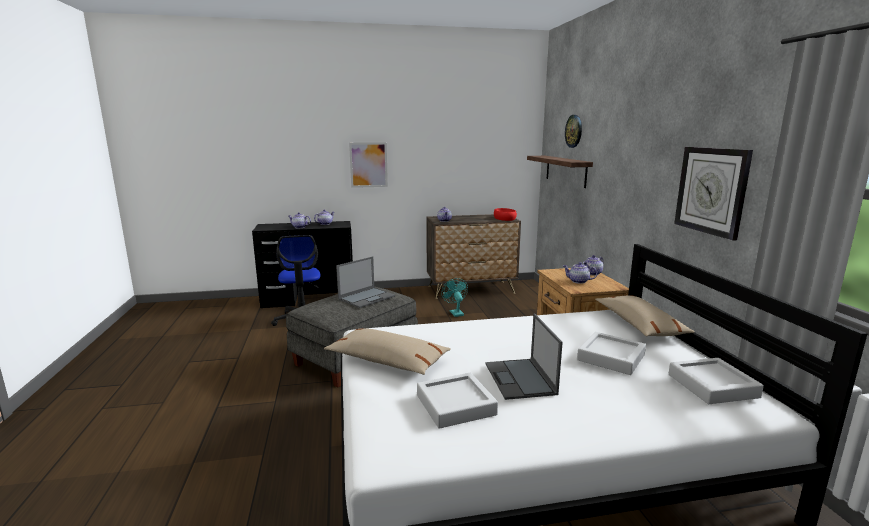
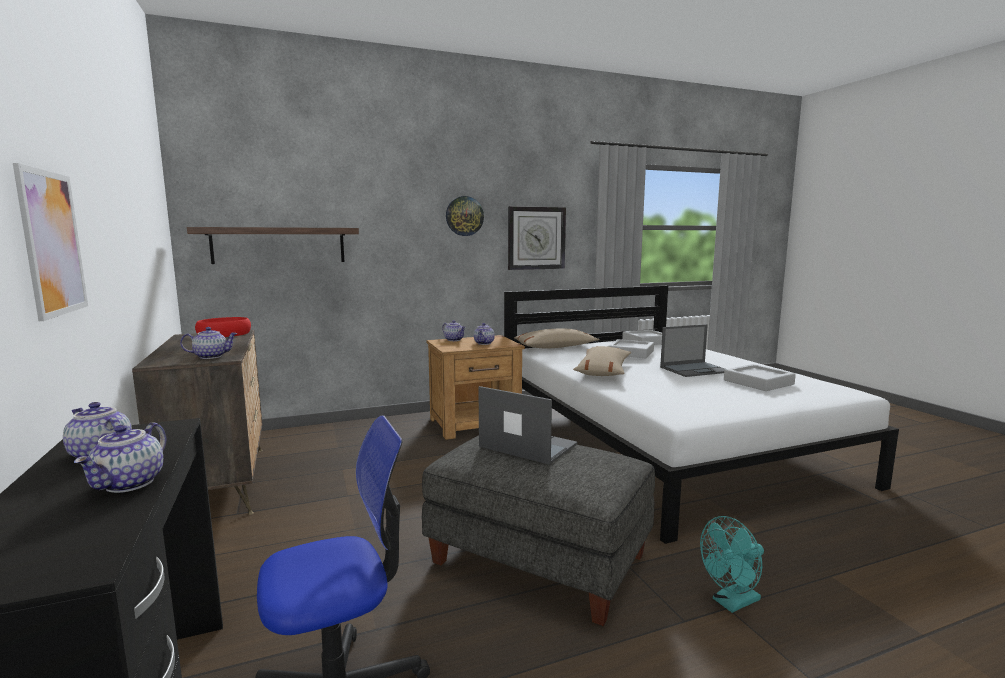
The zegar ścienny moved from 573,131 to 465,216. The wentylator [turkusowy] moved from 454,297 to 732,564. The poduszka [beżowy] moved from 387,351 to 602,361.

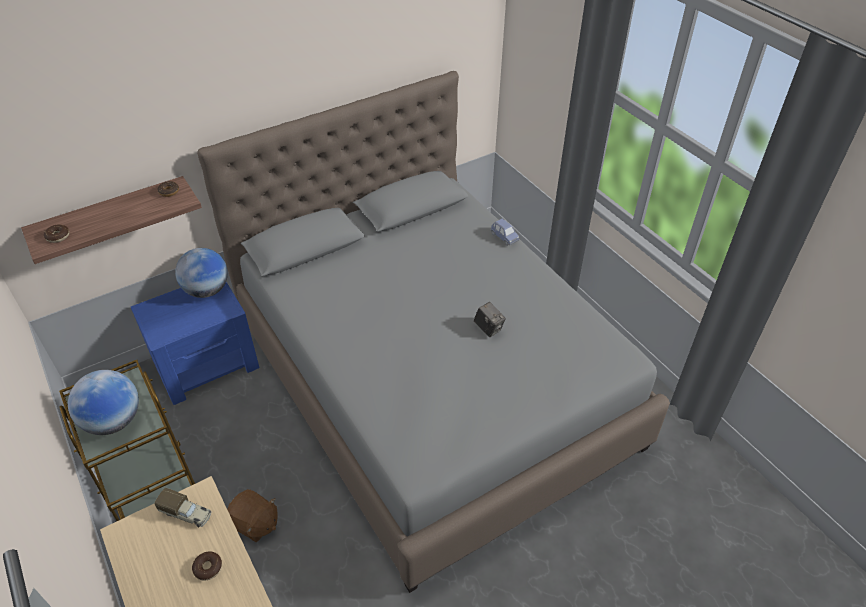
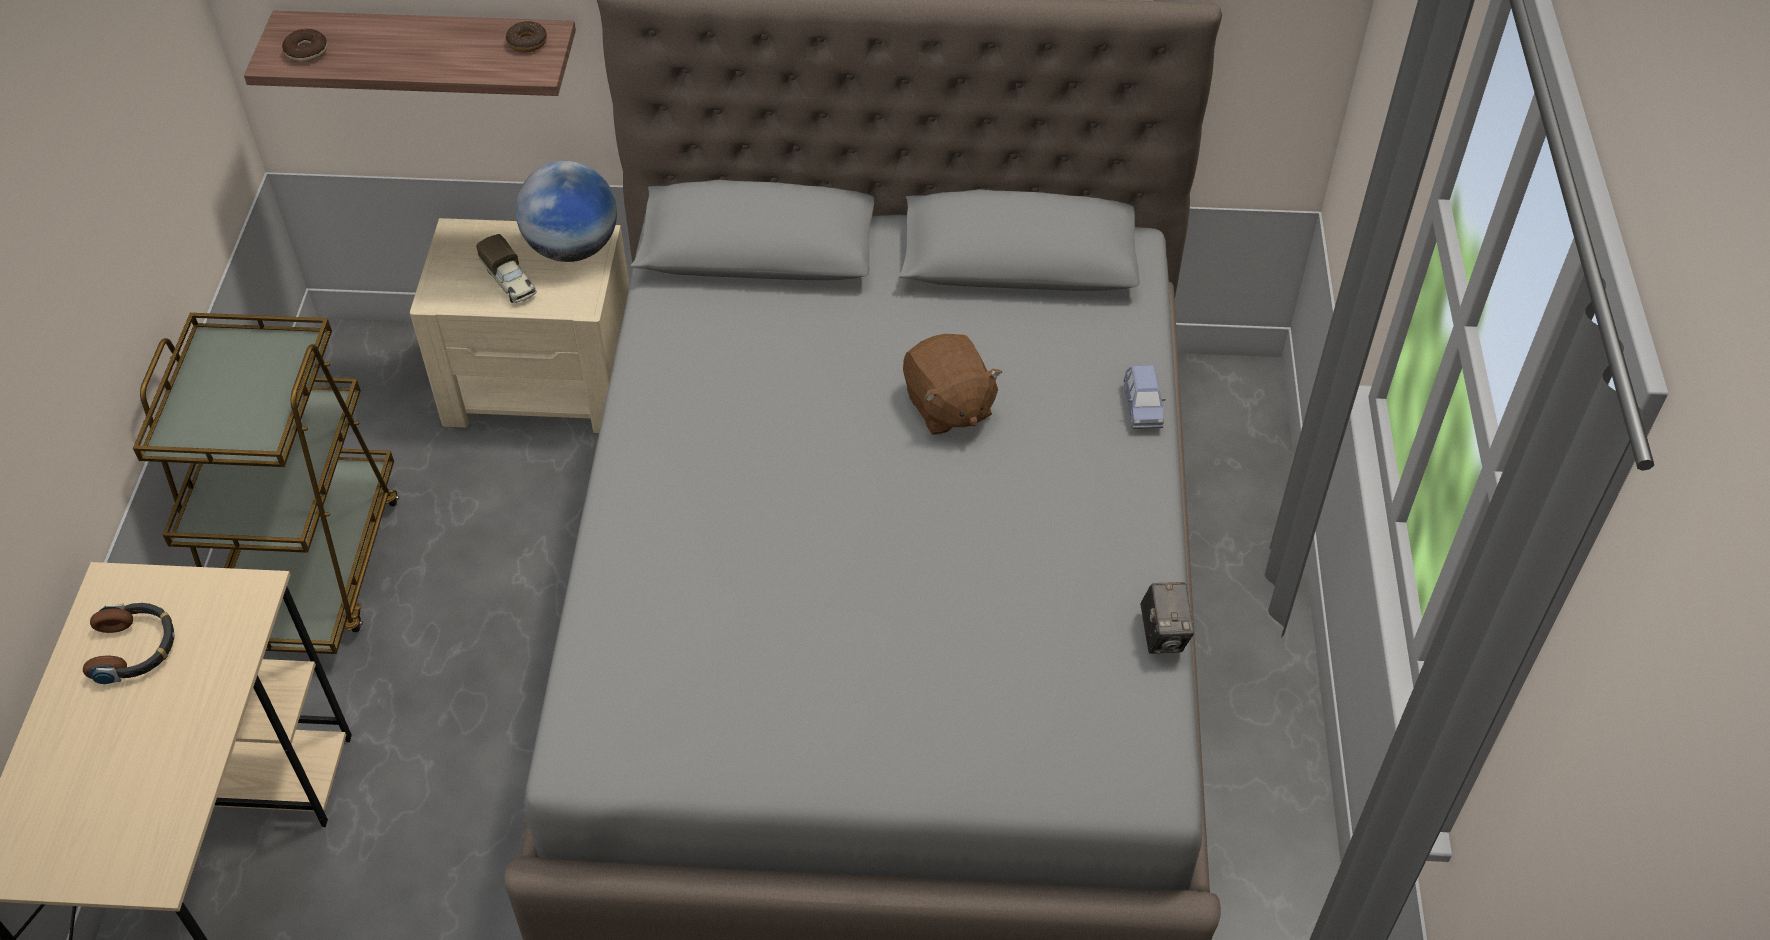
The szafka nocna [niebieski] at 195,343 became the szafka nocna [beżowy] at 520,325. The aparat fotograficzny moved from 490,319 to 1167,618. The globus at 103,402 disappeared. The ciężarówka zabawkowa moved from 183,507 to 506,268. The pluszak [brązowy] moved from 252,515 to 952,384. The donut at 207,566 disappeared. The słuchawki at 129,643 appeared.

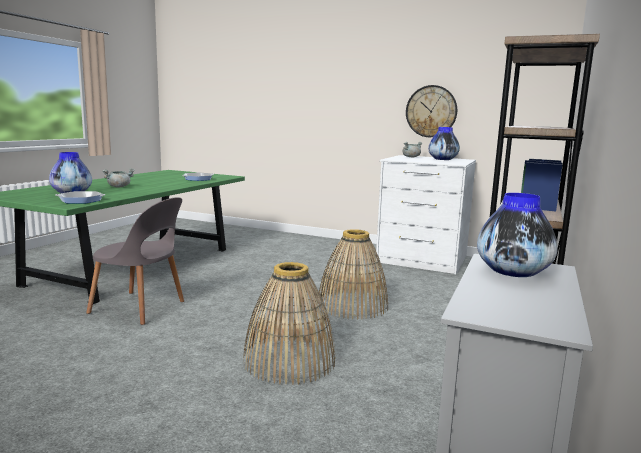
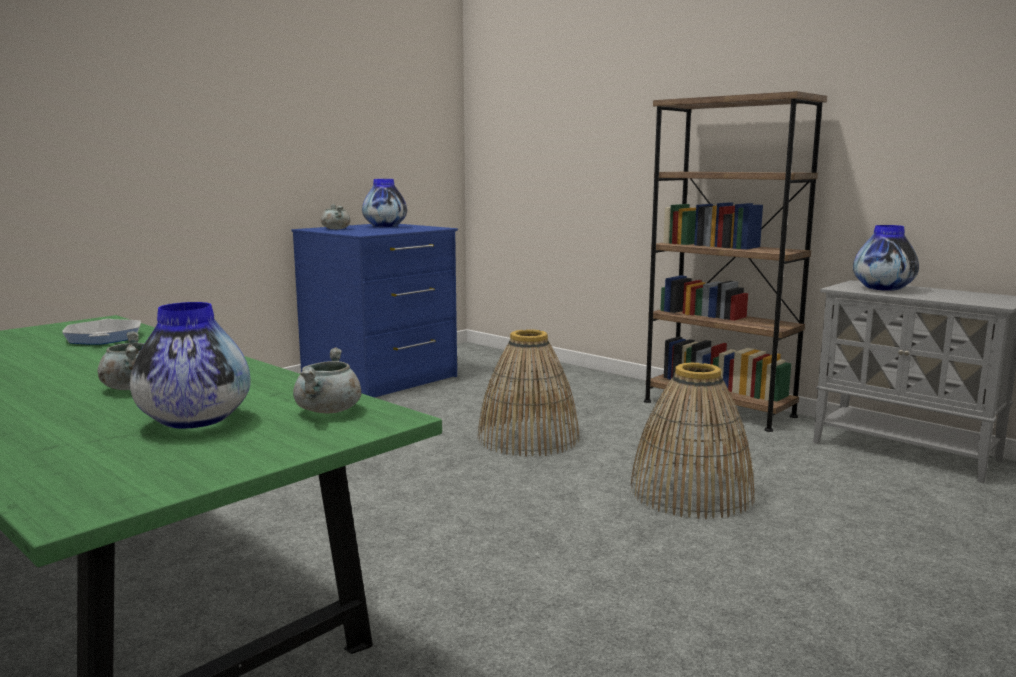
The zegar ścienny at 431,111 disappeared. The komoda [biały] at 426,215 became the komoda [niebieski] at 375,311. The patelnia at 80,197 was replaced by the garnek [szary] at 327,380. The krzesło [szary] at 135,261 disappeared.

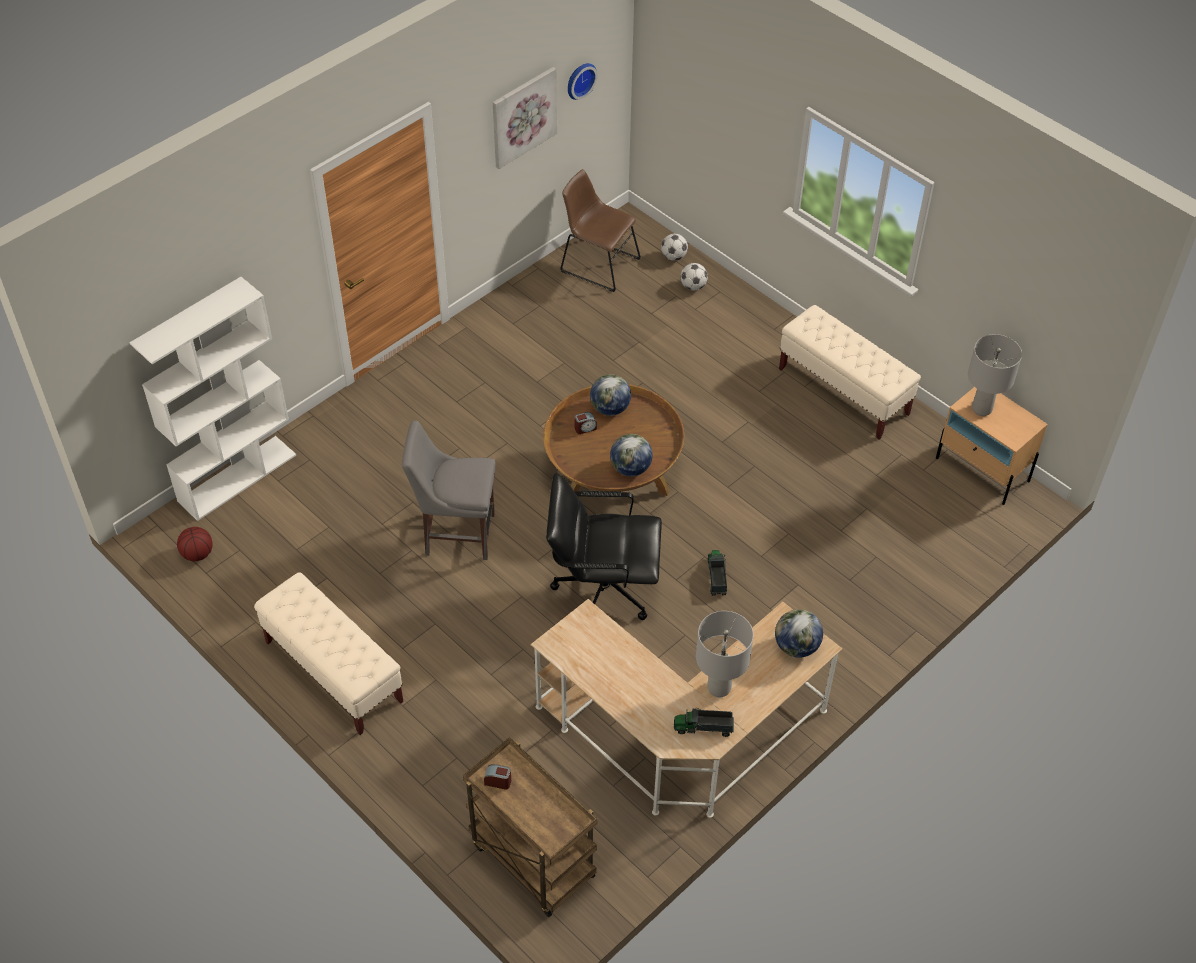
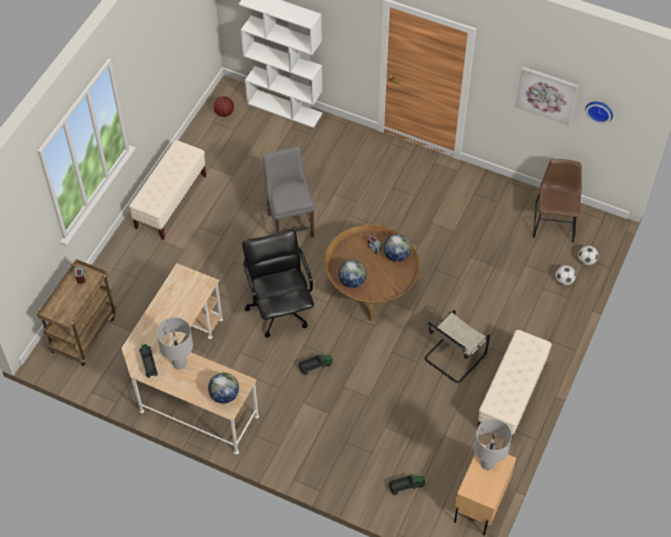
The krzesło [beżowy] at 457,346 appeared. The ciężarówka zabawkowa at 406,484 appeared.

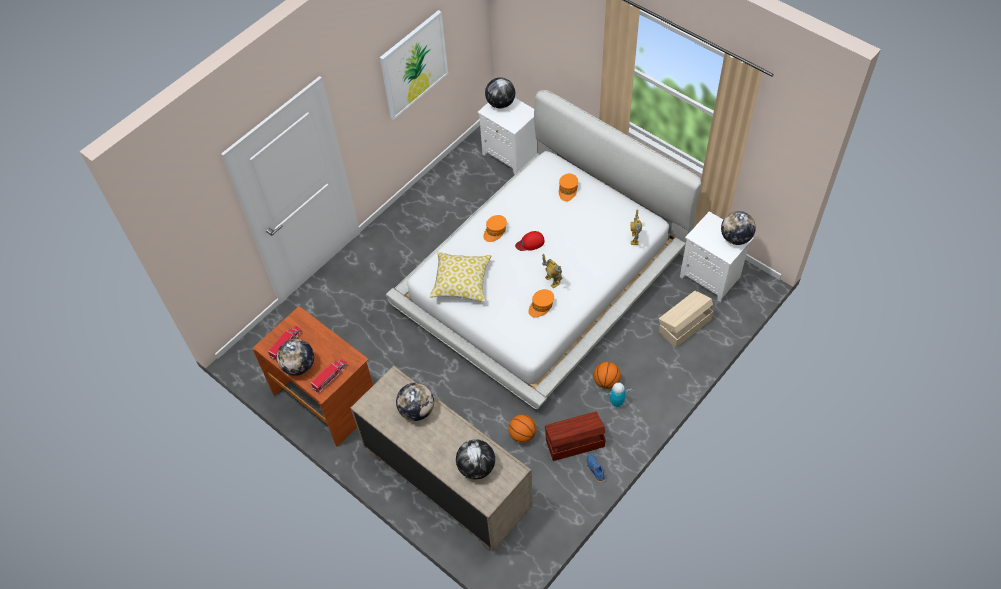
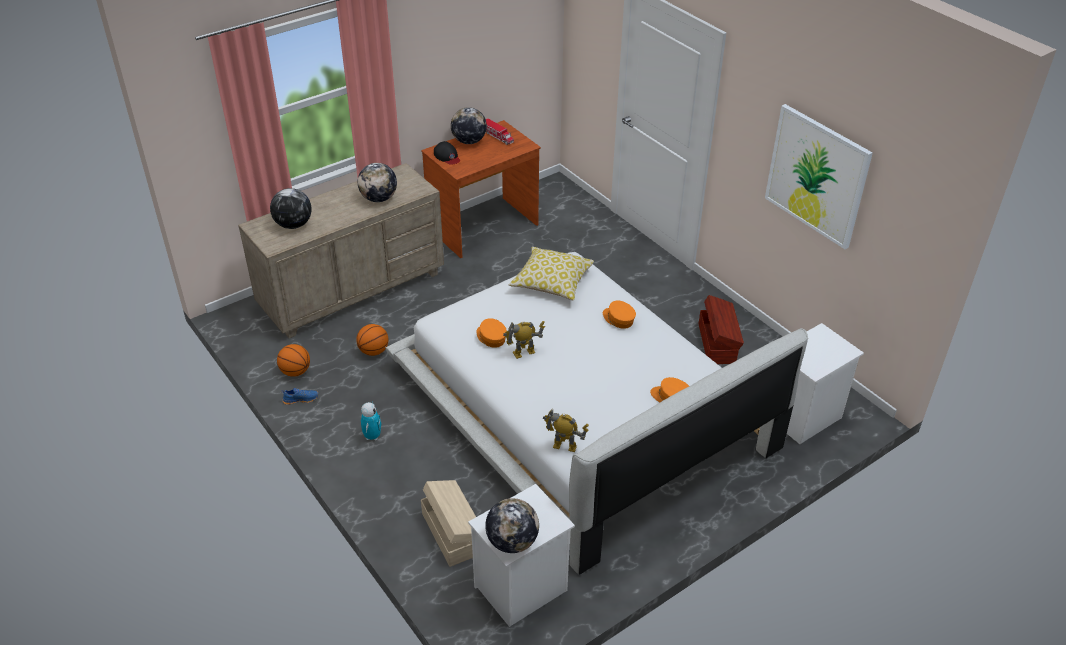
The globus at 500,93 disappeared. The czapka z daszkiem [czerwony] at 530,241 disappeared. The ciężarówka zabawkowa at 329,376 was replaced by the czapka z daszkiem [czarny] at 447,153. The piłka do koszykówki moved from 607,375 to 293,360. The pojemnik do przechowywania [brązowy] moved from 575,436 to 721,329.

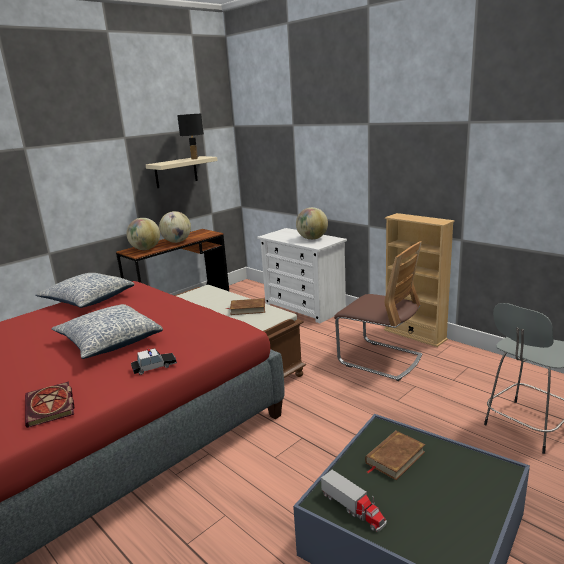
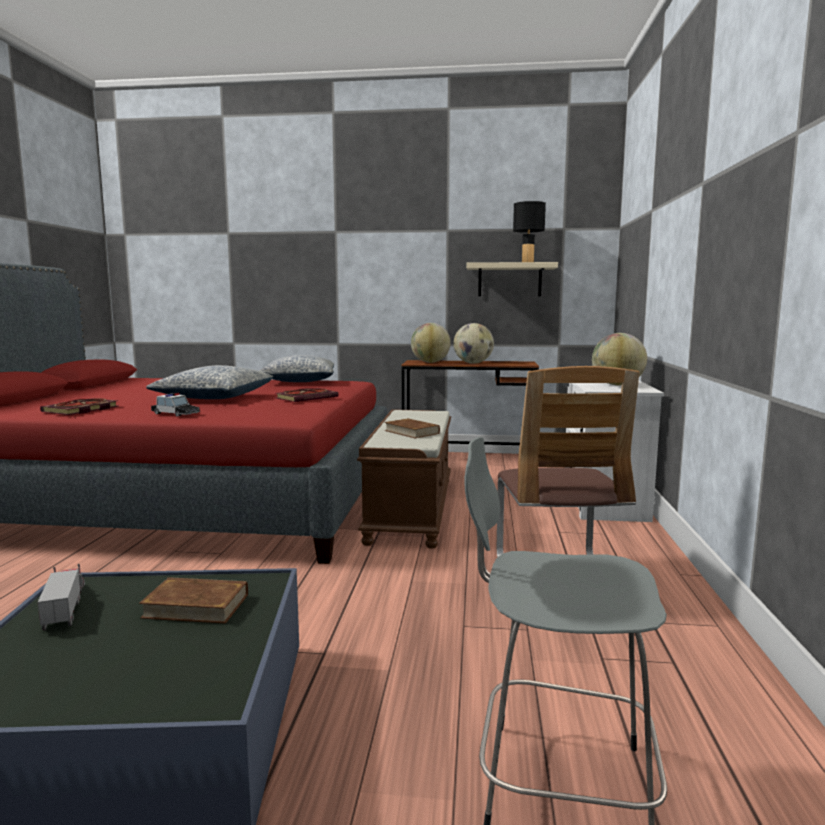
The regał [beżowy] at 419,280 disappeared. The ciężarówka zabawkowa at 354,501 turned 150 degrees clockwise. The książka at 307,395 appeared.

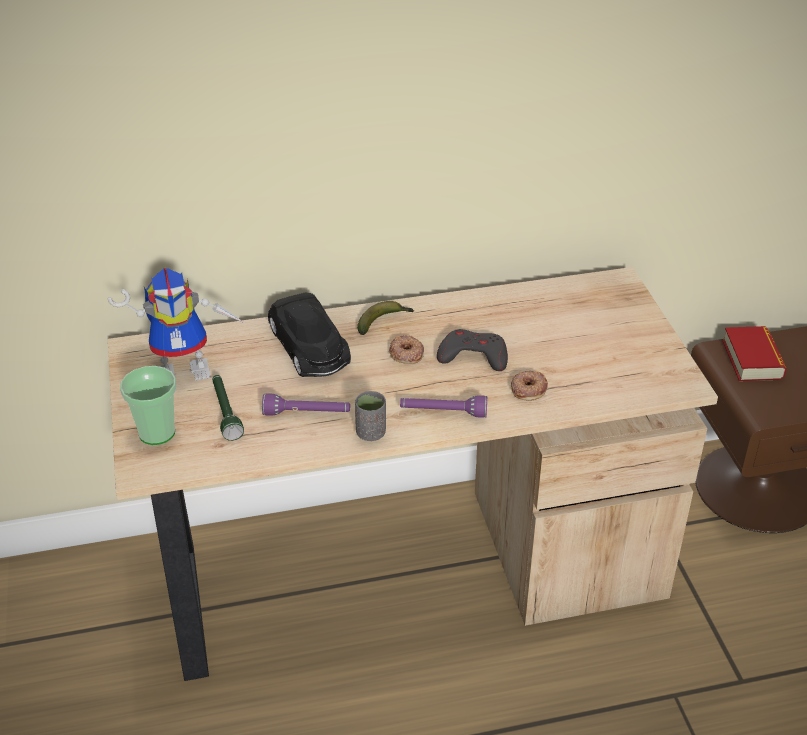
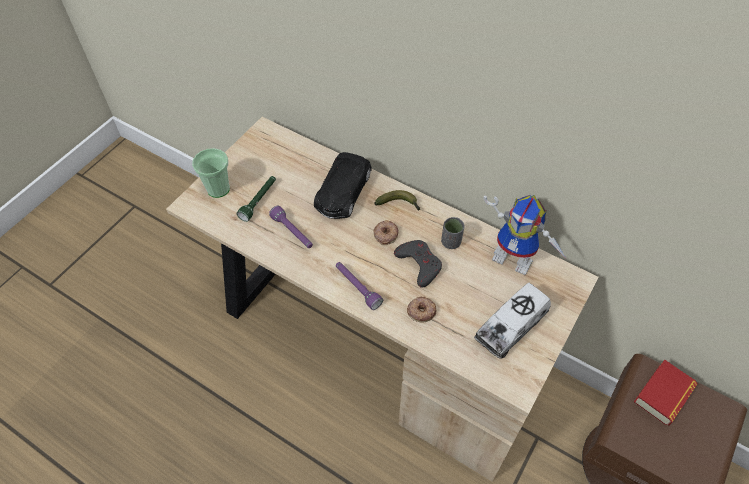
The robot zabawkowy moved from 176,324 to 525,235. The filiżanka [szary] moved from 370,416 to 453,233. The ciężarówka zabawkowa at 512,320 appeared.

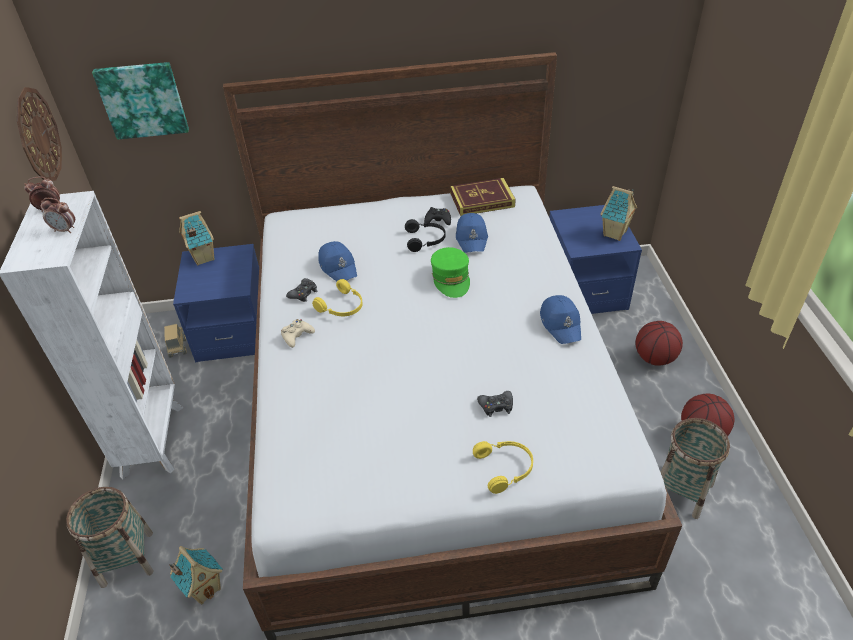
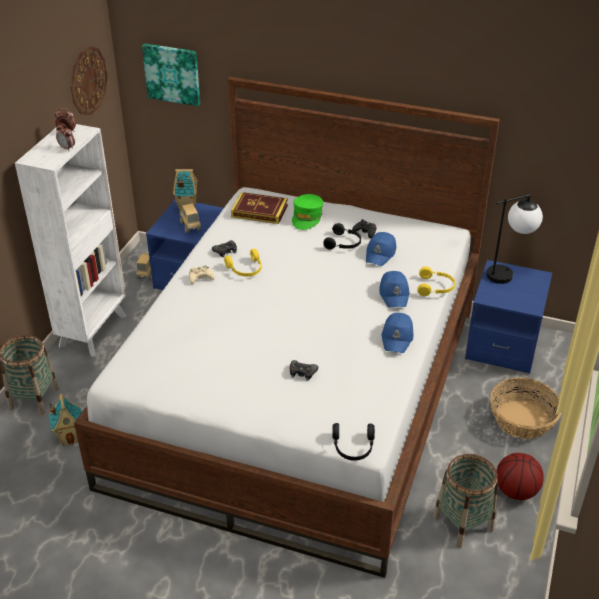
The książka moved from 483,197 to 259,208. The domek at 618,213 disappeared. The czapka z daszkiem [niebieski] moved from 337,261 to 394,289. The czapka z daszkiem [zielony] moved from 450,272 to 307,212. The piłka do koszykówki at 659,343 was replaced by the koszyk at 526,408. The słuchawki [żółty] moved from 503,467 to 436,281. The lampa stołowa at 514,239 appeared. The ciężarówka zabawkowa at 190,218 appeared. The słuchawki [czarny] at 354,442 appeared.

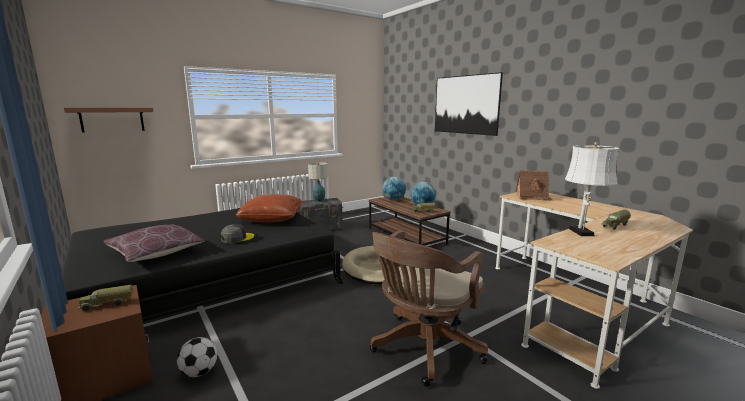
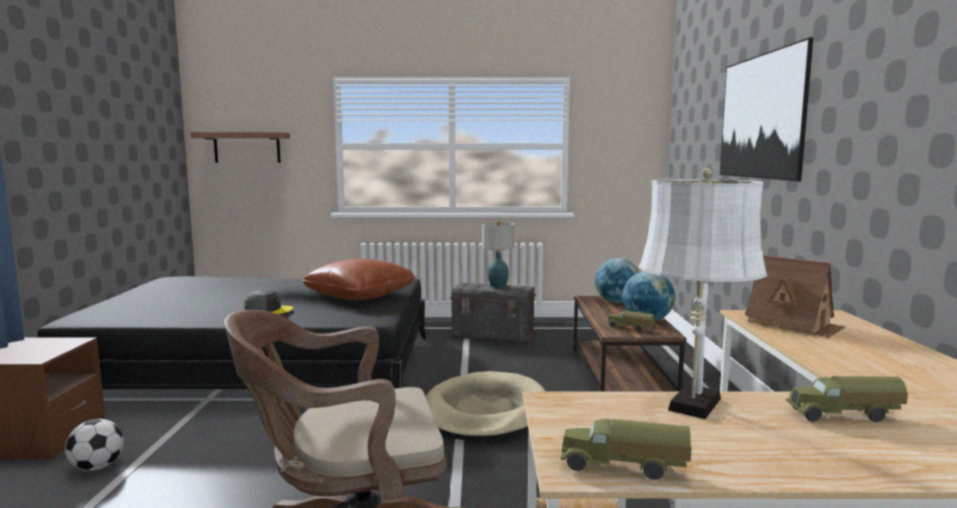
The poduszka [brązowy] at 154,243 disappeared. The ciężarówka zabawkowa moved from 105,298 to 626,449.

